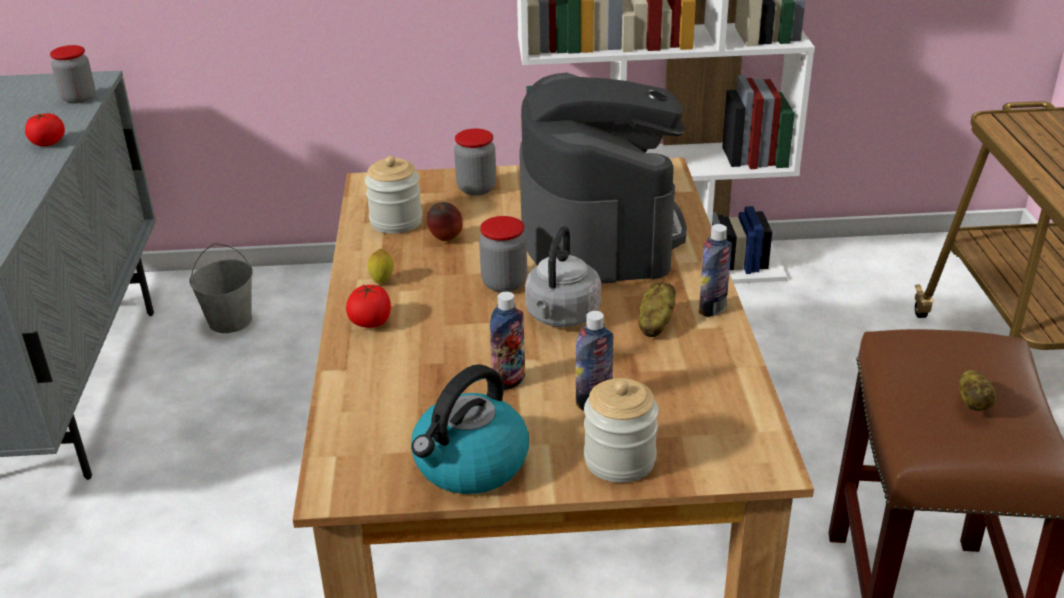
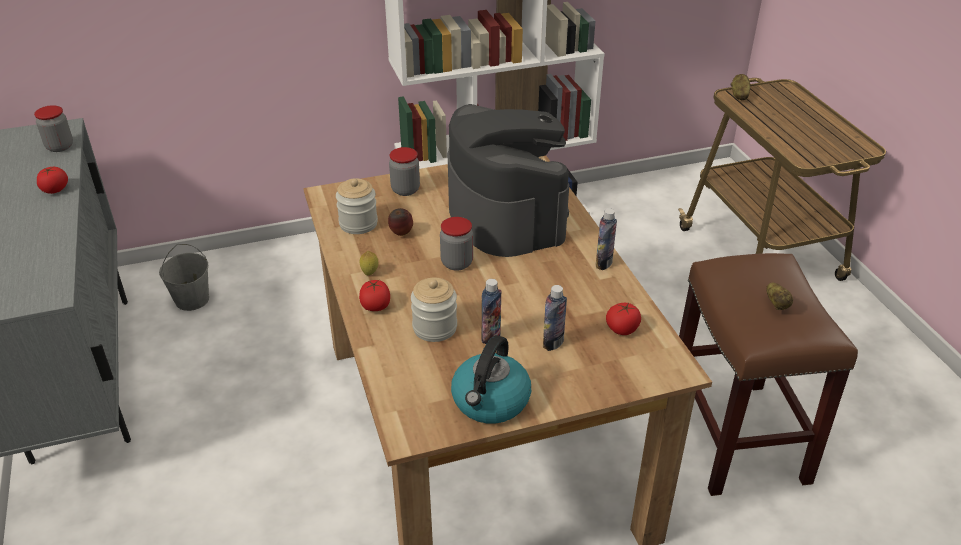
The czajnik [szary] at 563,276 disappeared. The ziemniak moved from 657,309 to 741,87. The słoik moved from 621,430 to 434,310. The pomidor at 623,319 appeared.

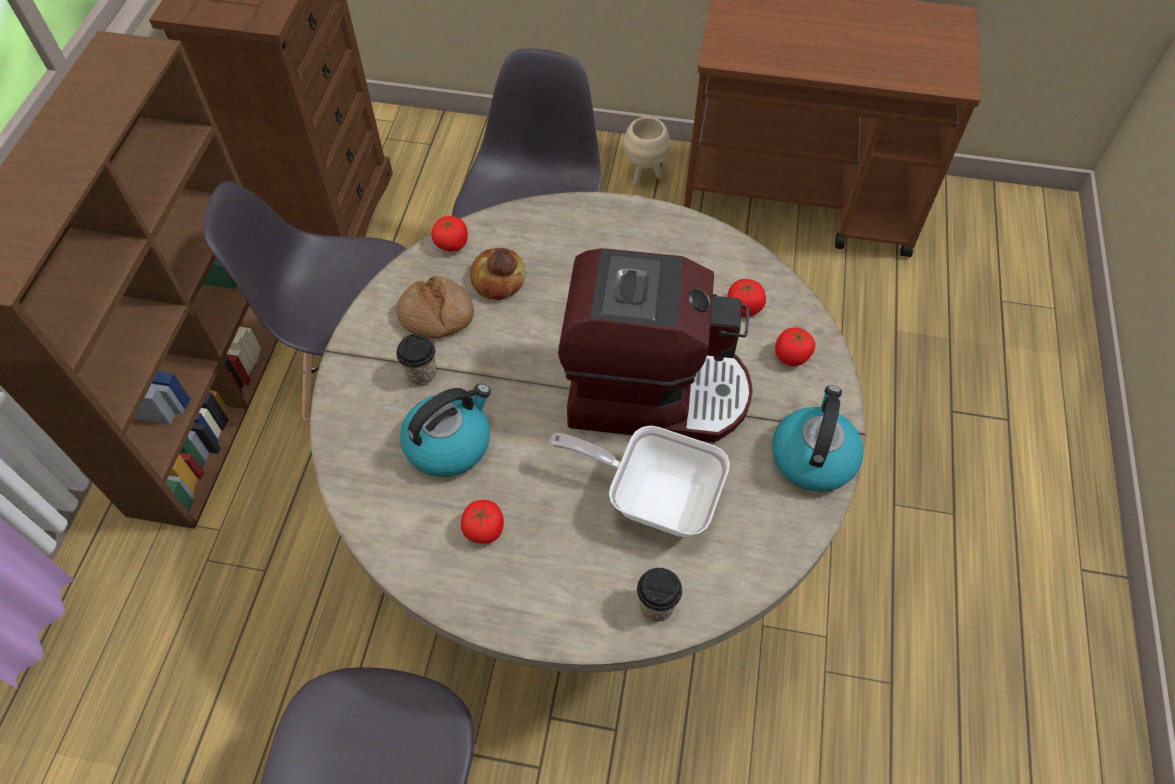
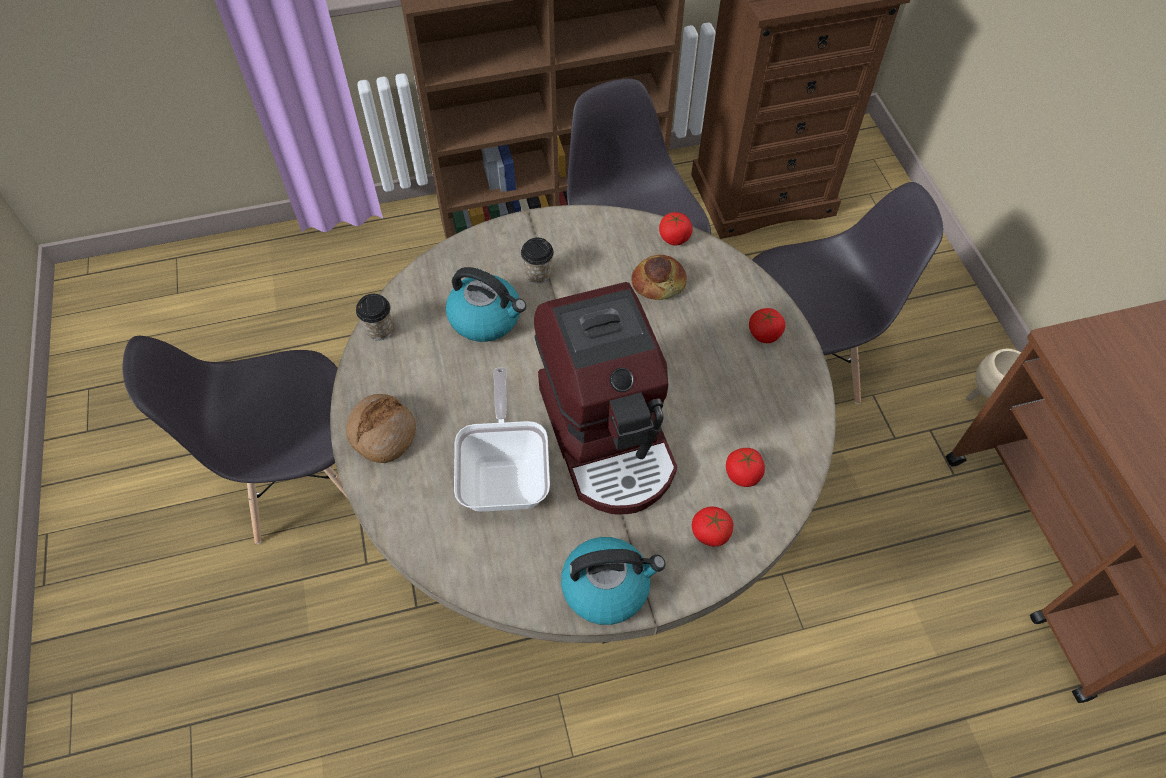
The chleb moved from 435,307 to 381,428. The pomidor moved from 482,522 to 767,325. The filiżanka moved from 659,595 to 374,317.

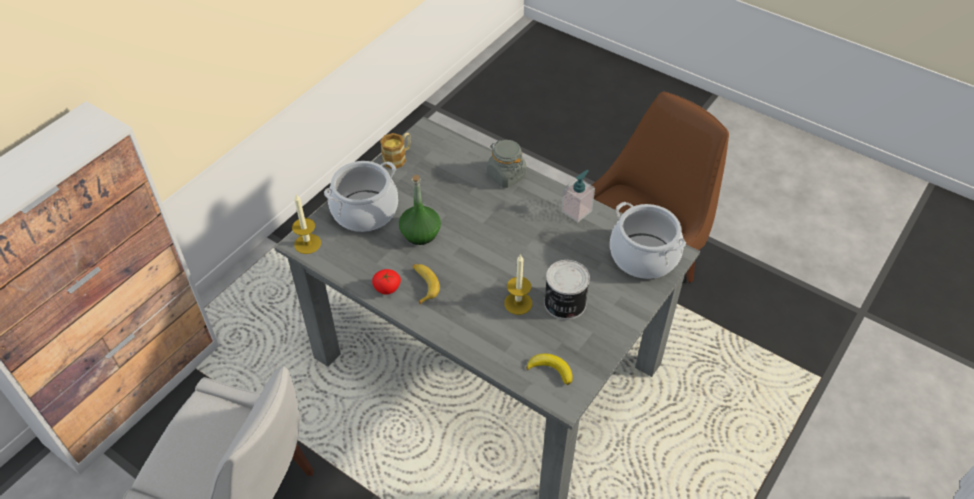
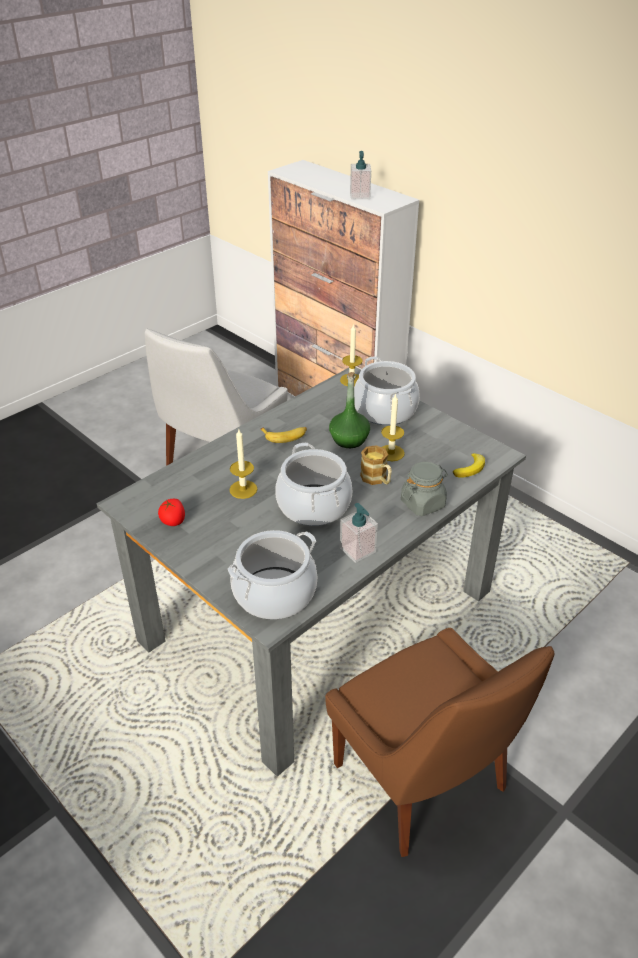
The kubek moved from 395,150 to 376,465. The puszka at 567,290 disappeared. The pomidor moved from 386,282 to 171,512. The banan moved from 549,369 to 469,465. The dozownik mydła at 360,175 appeared. The świeca at 393,427 appeared. The garnek at 313,484 appeared.

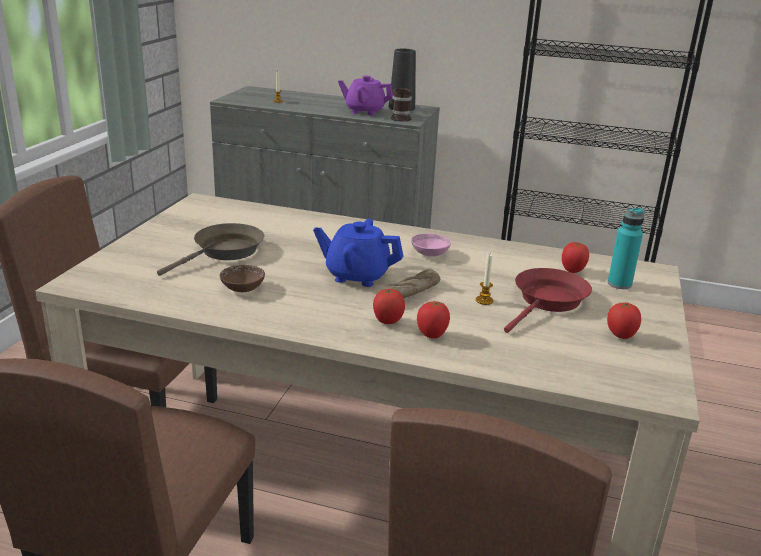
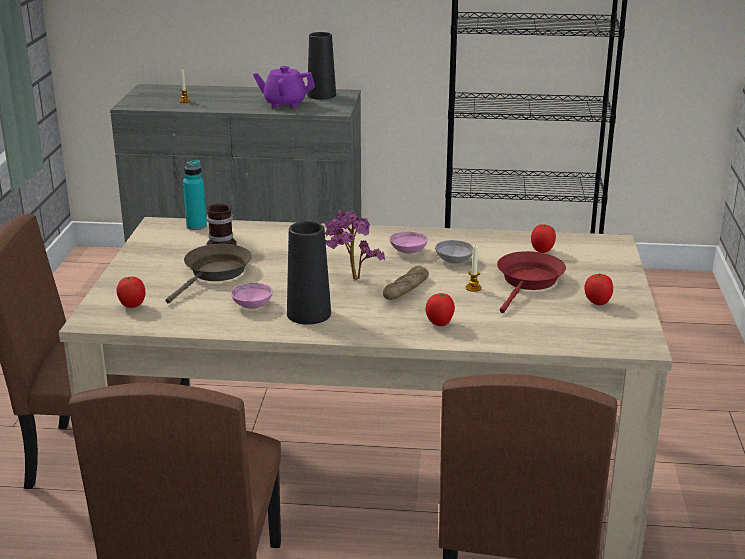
The kubek moved from 401,105 to 221,224. The butelka [turkusowy] moved from 626,248 to 195,195. The imbryk [niebieski] at 358,253 was replaced by the roślina doniczkowa at 354,245. The miska [brązowy] at 242,278 became the miska [różowy] at 252,296. The pomidor moved from 389,306 to 131,292. The wazon [czarny] at 309,272 appeared. The miska [szary] at 454,251 appeared.

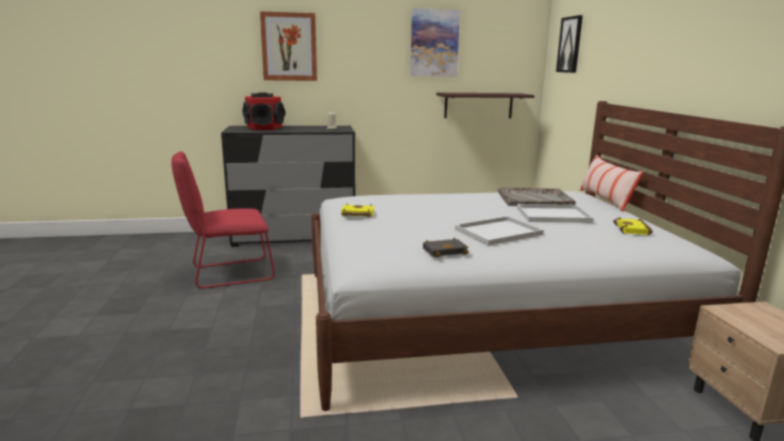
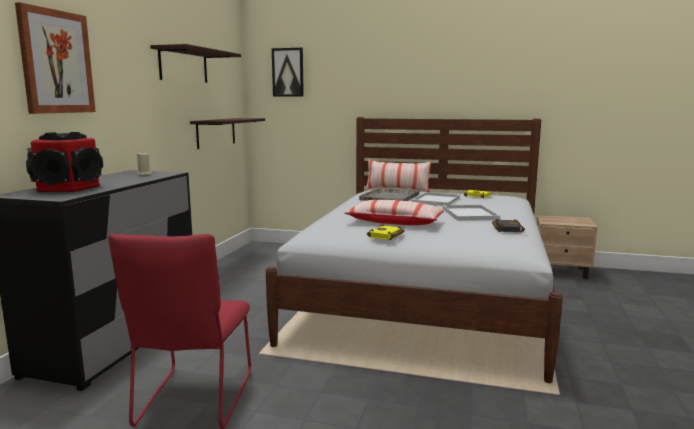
The obraz at 435,42 was replaced by the półka at 195,63. The poduszka at 394,212 appeared.

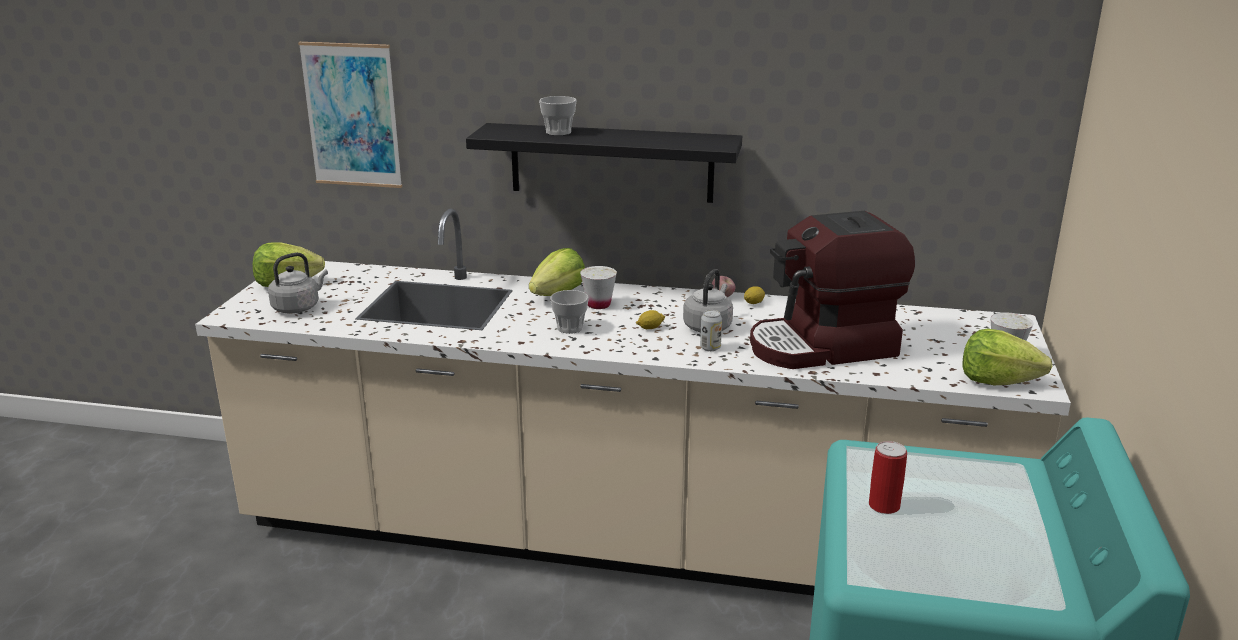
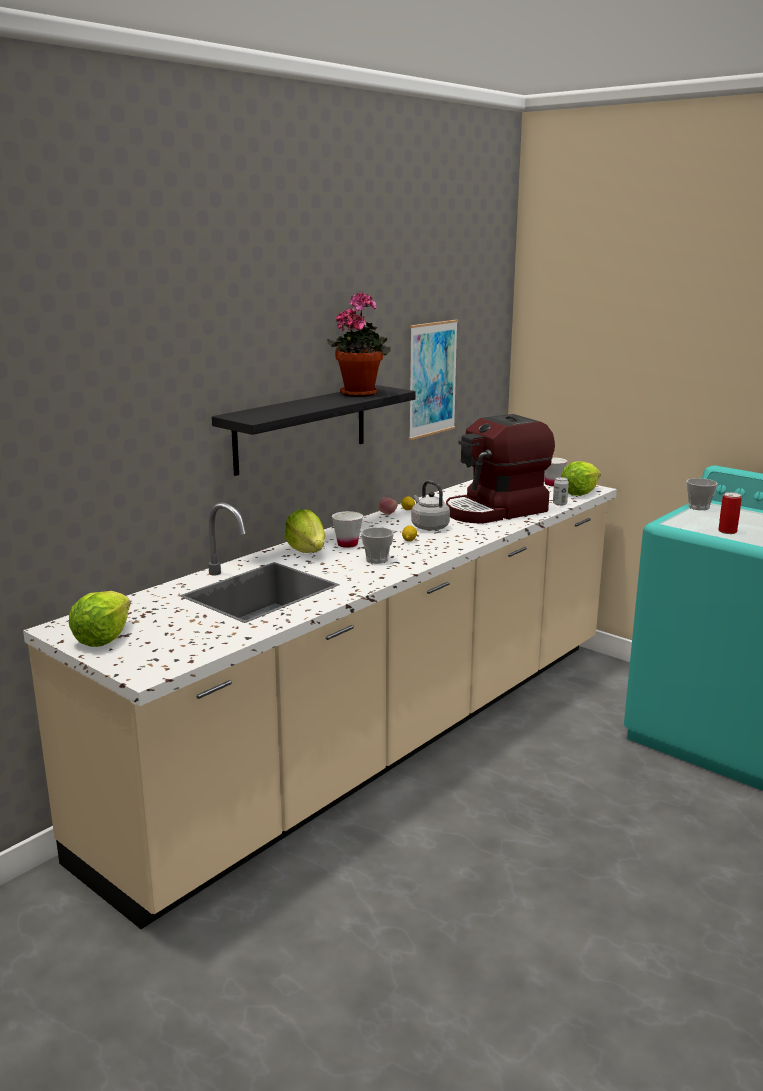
The obraz moved from 350,115 to 433,380. The filiżanka moved from 558,116 to 702,494. The ekspres do kawy at 832,290 turned 45 degrees clockwise. The czajnik [szary] at 298,282 disappeared. The puszka moved from 711,330 to 561,491. The roślina doniczkowa at 359,344 appeared.

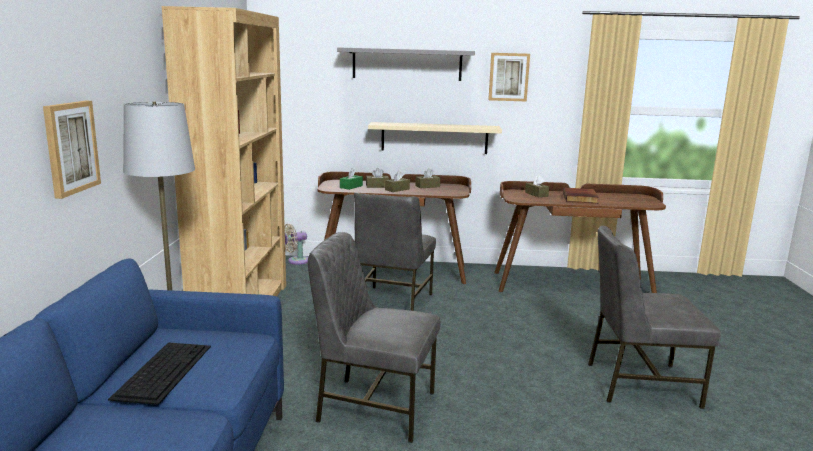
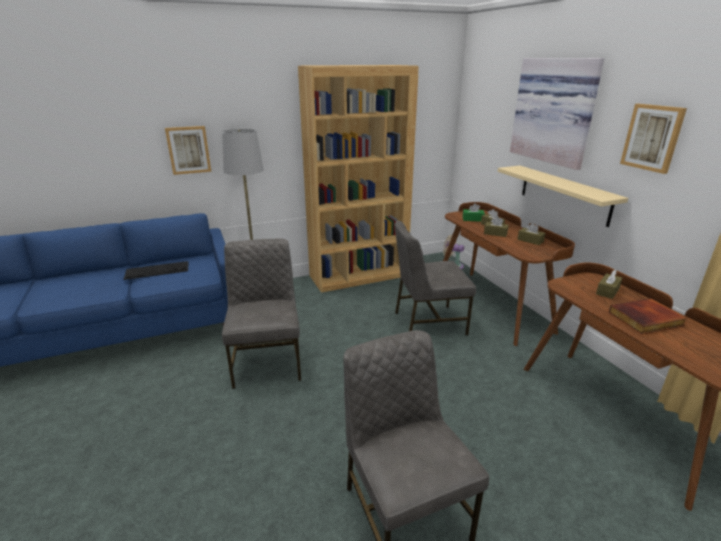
The półka [szary] at 406,64 was replaced by the obraz at 557,114.

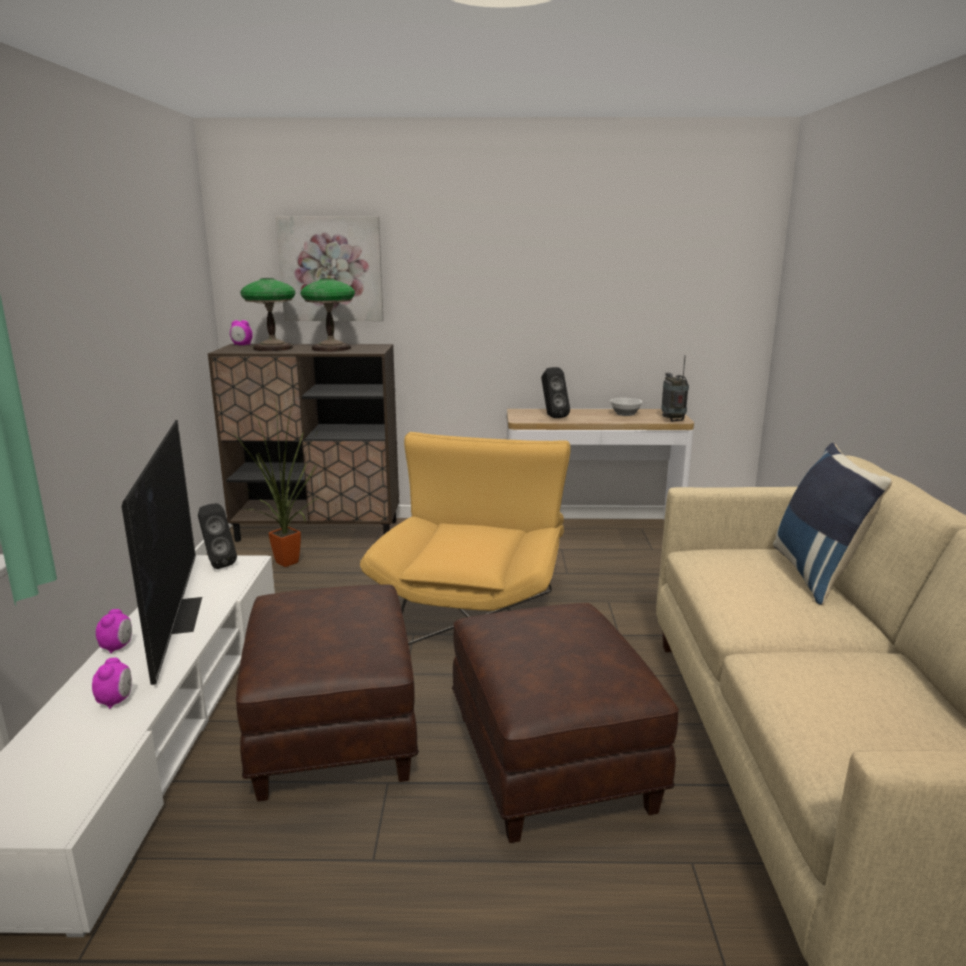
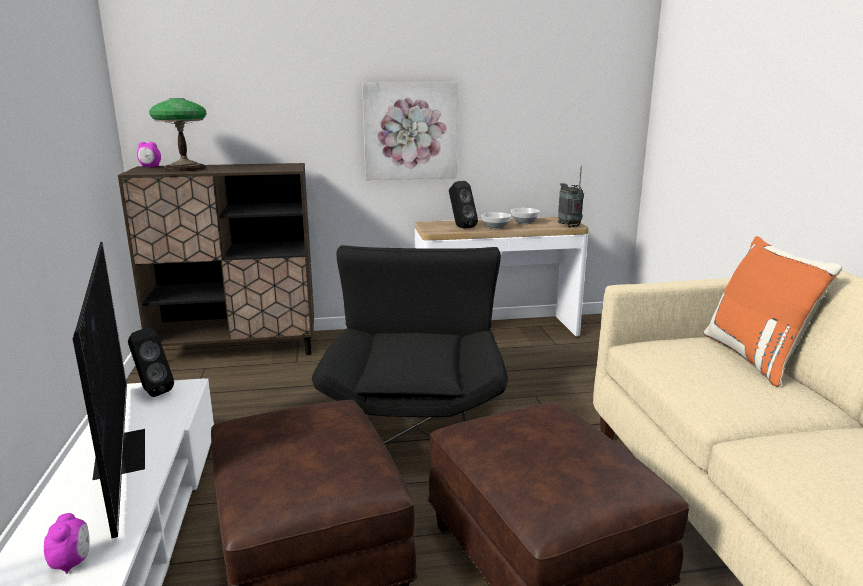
The obraz moved from 329,268 to 409,131. The lampa stołowa at 328,315 disappeared. The roślina doniczkowa at 278,479 disappeared. The fotel [żółty] at 465,538 became the fotel [czarny] at 410,344. The poduszka [niebieski] at 832,524 became the poduszka [pomarańczowy] at 773,311. The budzik at 114,631 disappeared. The miska at 496,220 appeared.

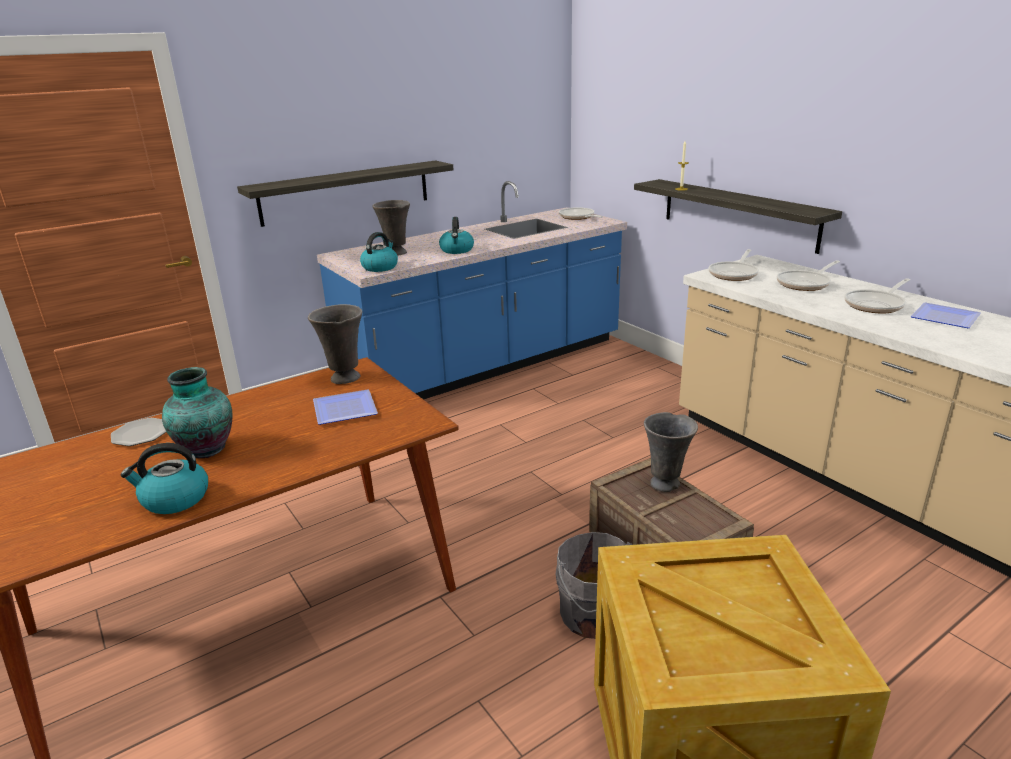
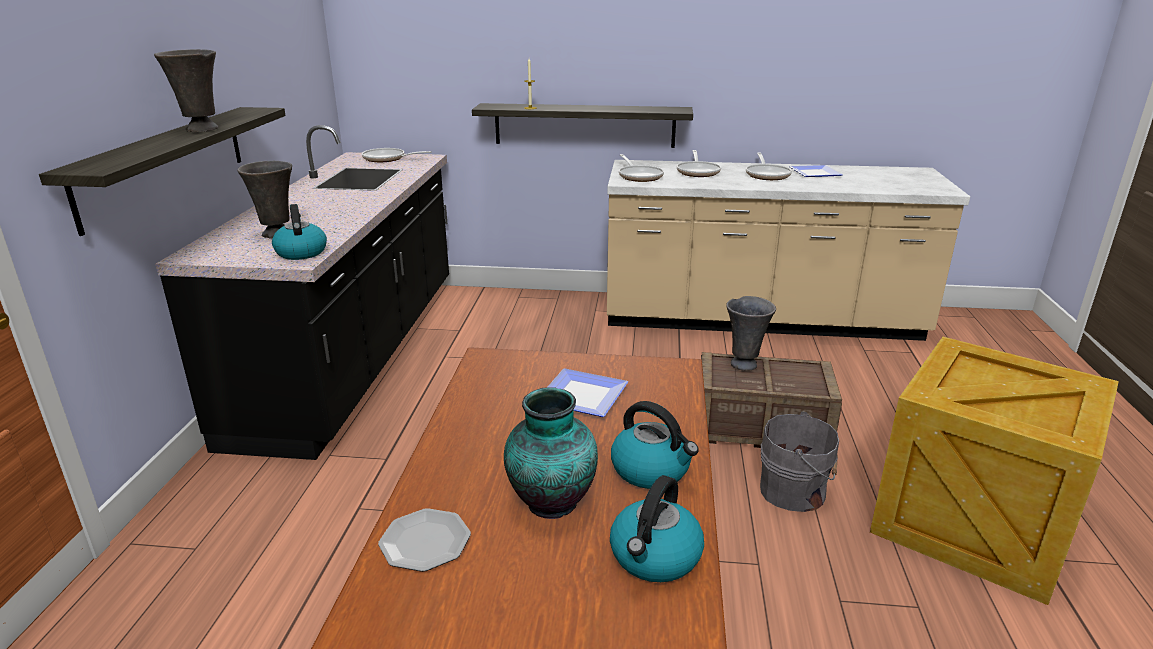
The zabudowa kuchenna [niebieski] at 472,290 became the zabudowa kuchenna [czarny] at 302,292. The czajnik moved from 456,235 to 655,445. The wazon [szary] moved from 335,344 to 186,90.

